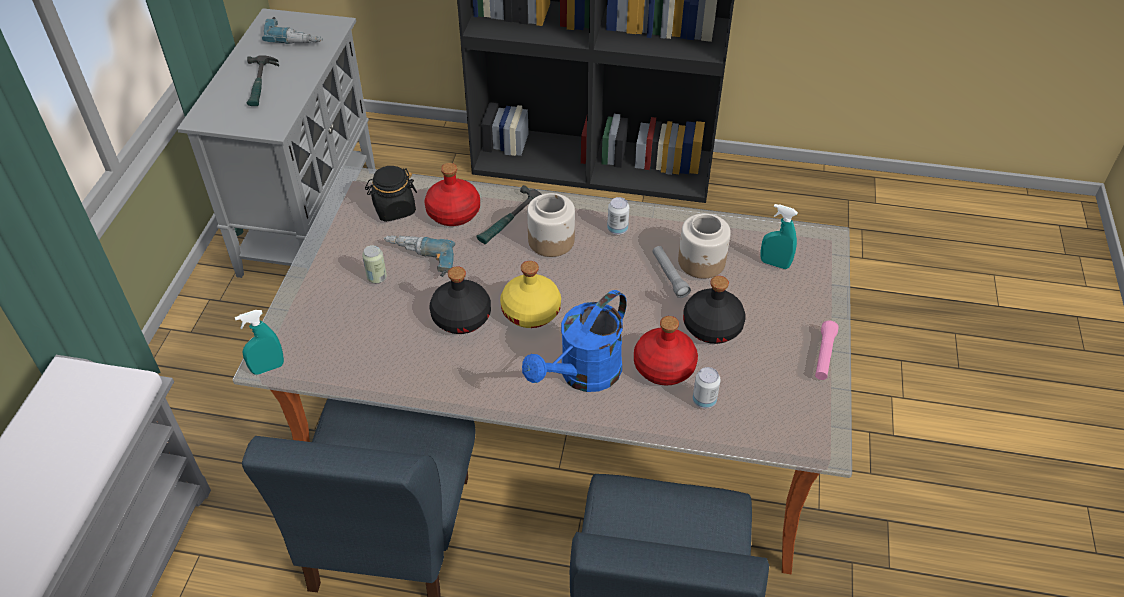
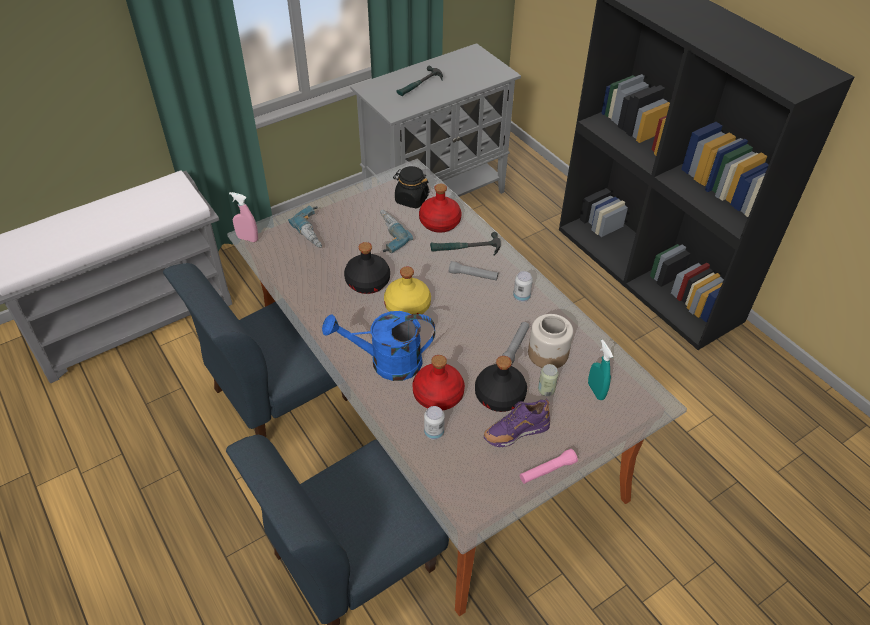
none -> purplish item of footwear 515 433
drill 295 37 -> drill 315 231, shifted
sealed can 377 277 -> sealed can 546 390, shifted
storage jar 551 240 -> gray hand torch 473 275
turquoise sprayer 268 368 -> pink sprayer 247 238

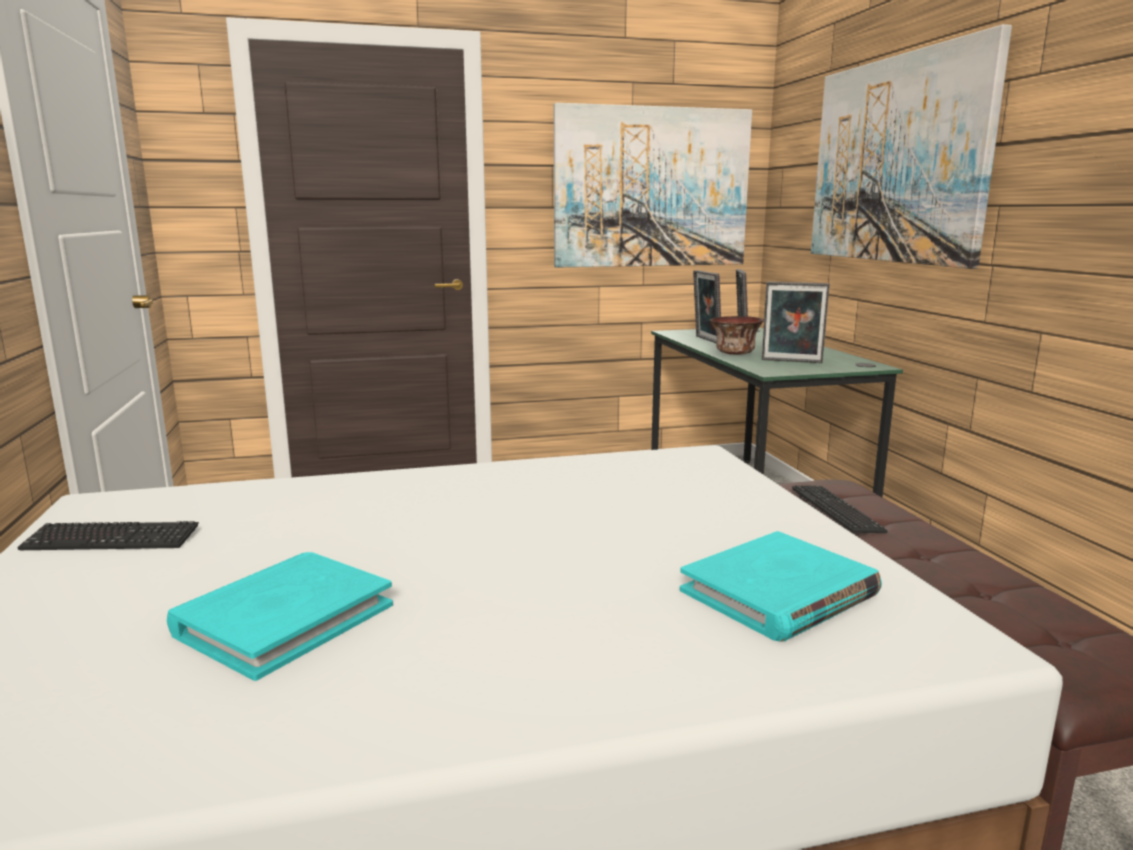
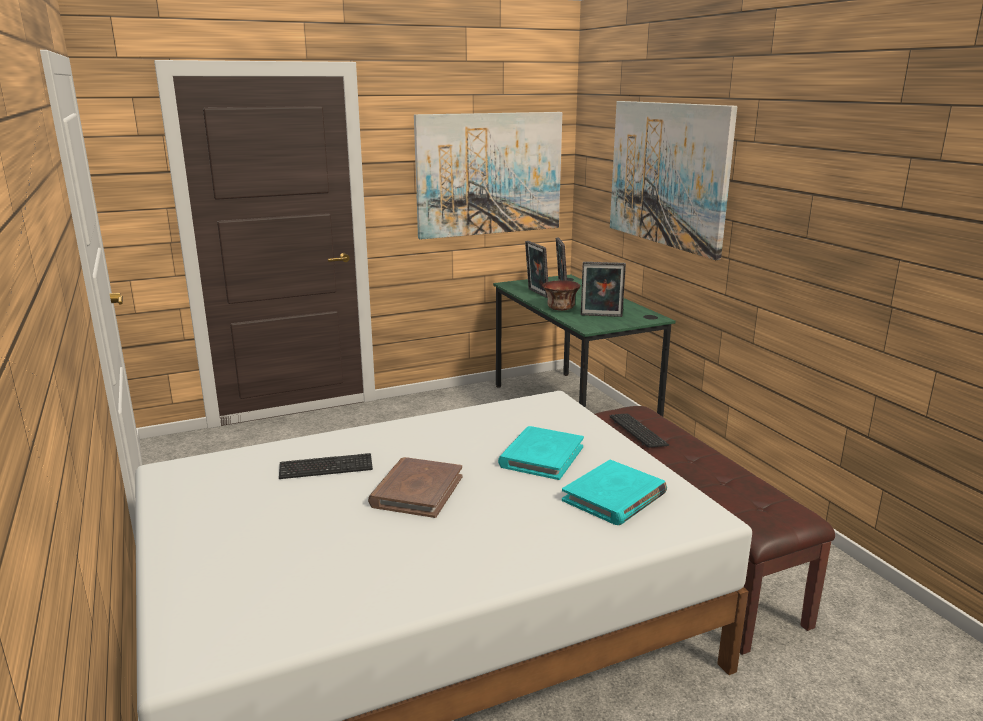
none -> brownish volume 417 491
computer keyboard 111 540 -> computer keyboard 326 468, shifted
turquoise volume 284 619 -> turquoise volume 541 456, shifted

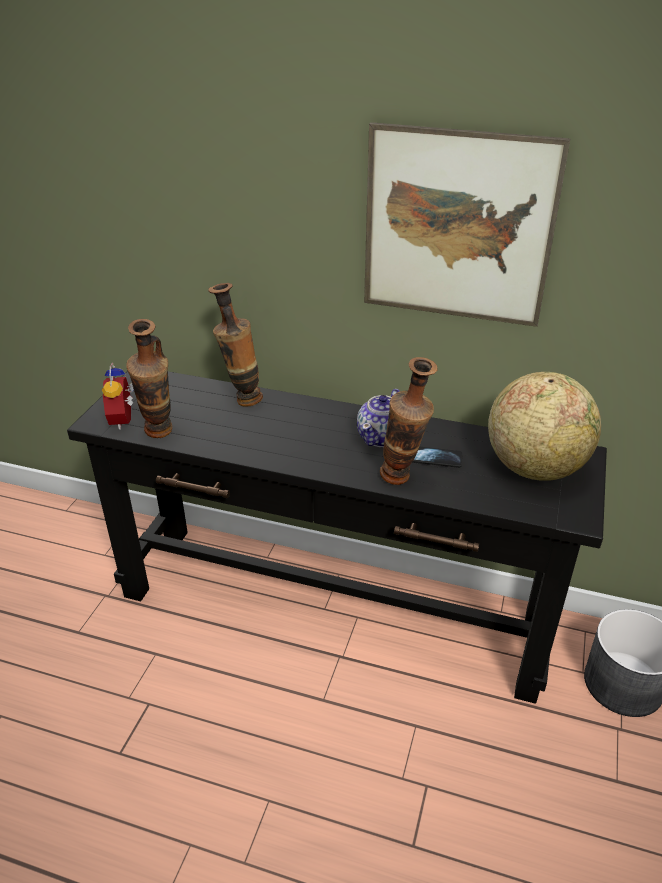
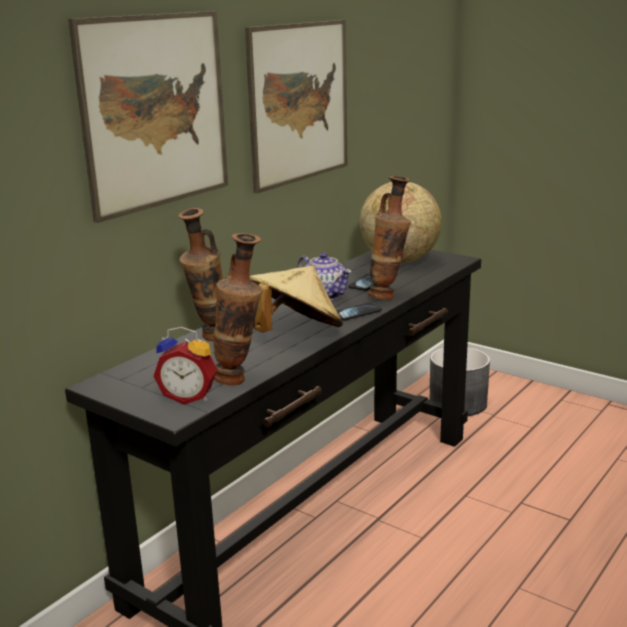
none -> wall picture 155 112
none -> beige-coloured clothing hat 295 333
none -> telephone 356 313

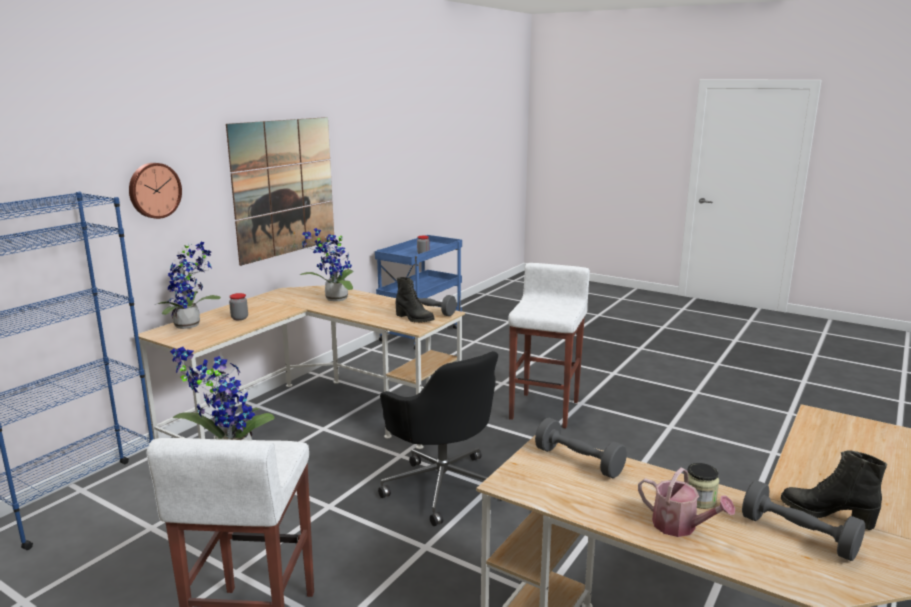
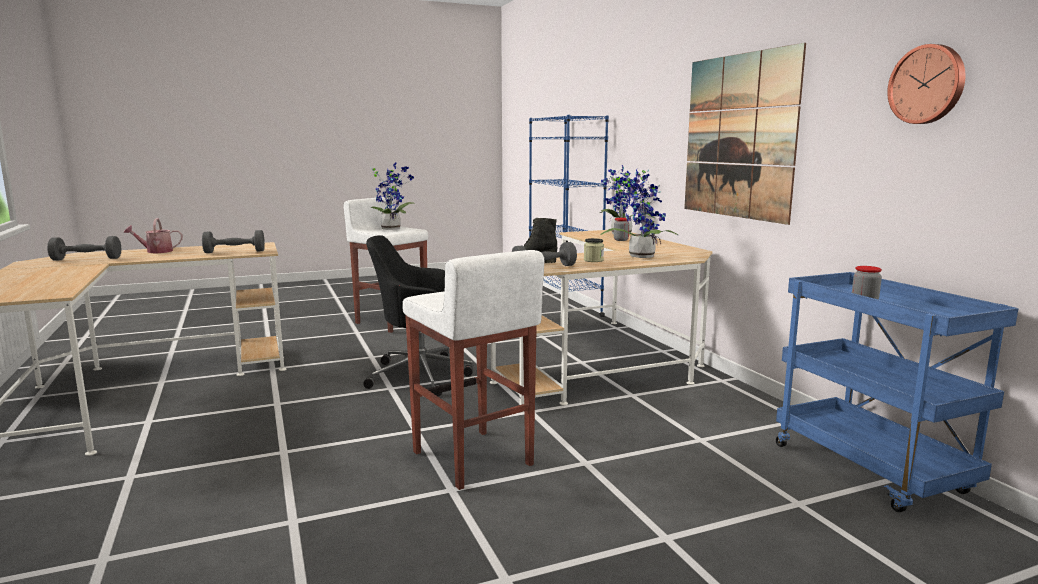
black-coloured tall boot 826 514 -> none
clock on the wall 154 190 -> clock on the wall 927 84, shifted
storage jar 699 500 -> storage jar 593 260, shifted

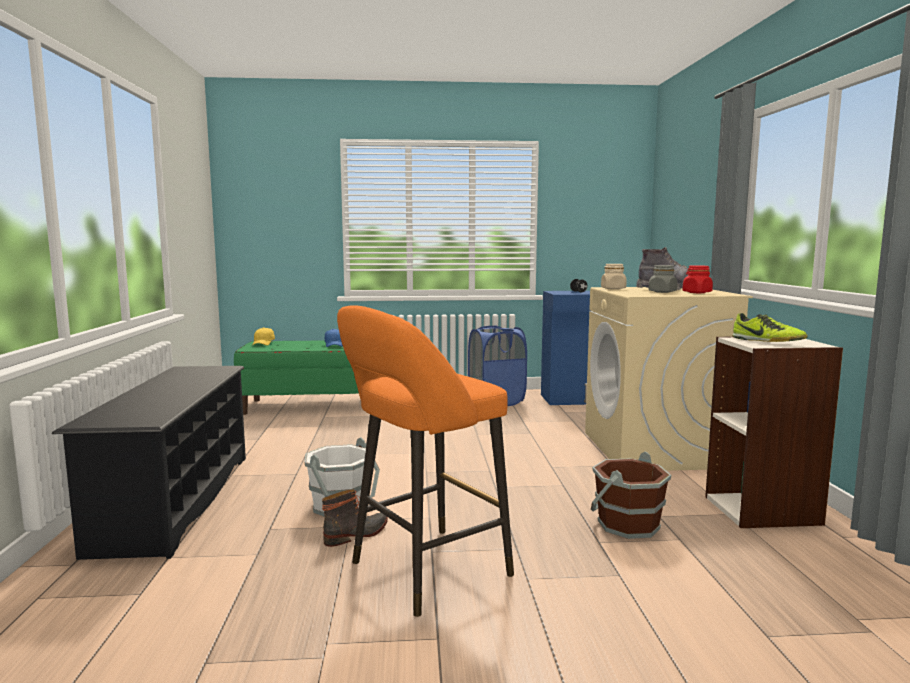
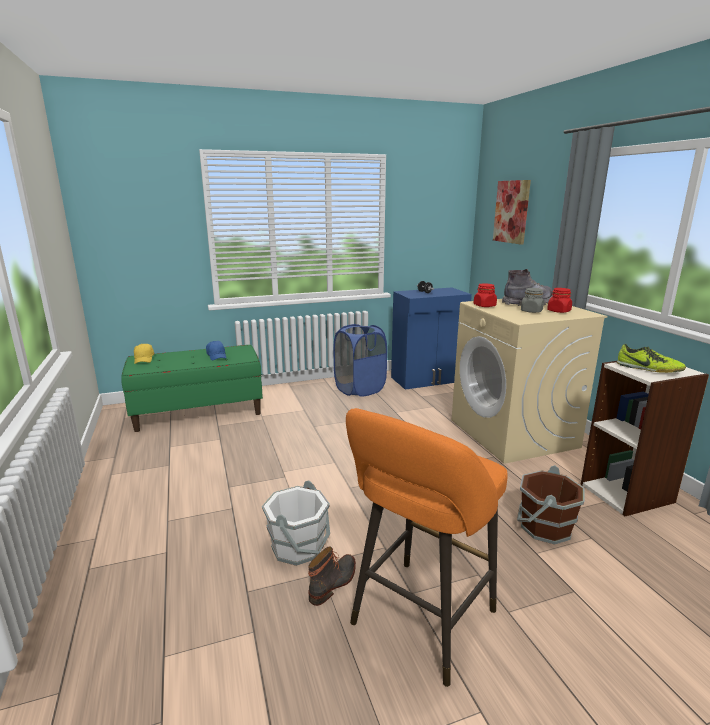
black-coloured shoe stand 176 500 -> none
none -> wall picture 511 212
beige-coloured storage jar 613 289 -> red storage jar 484 306

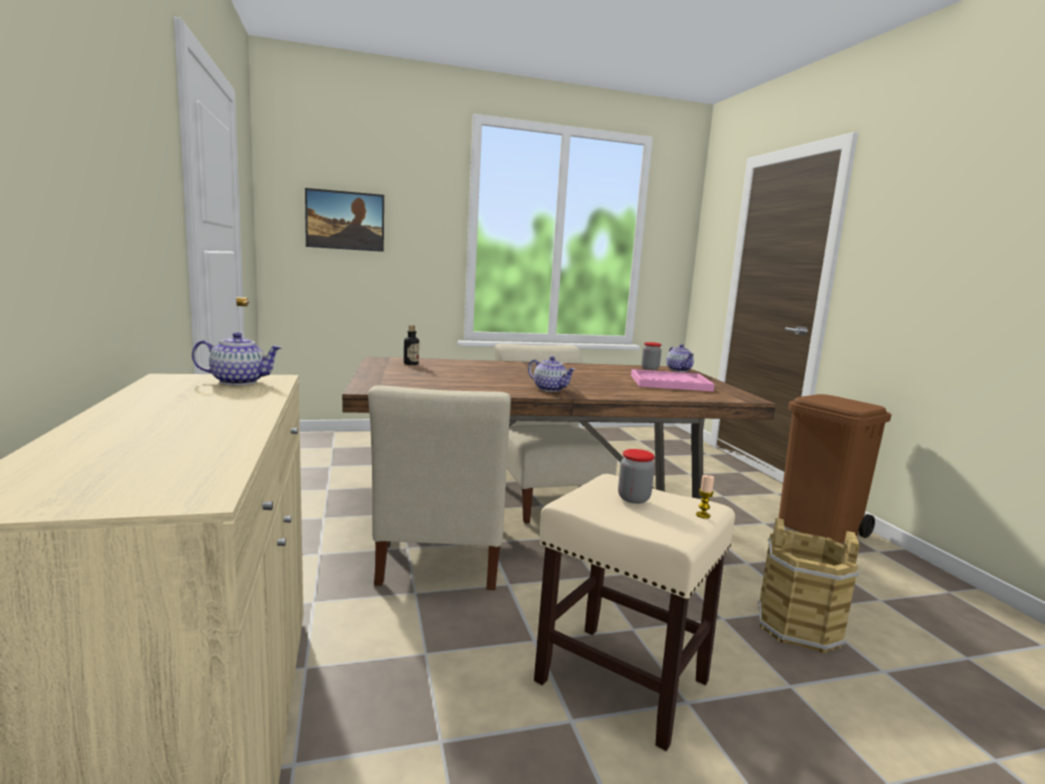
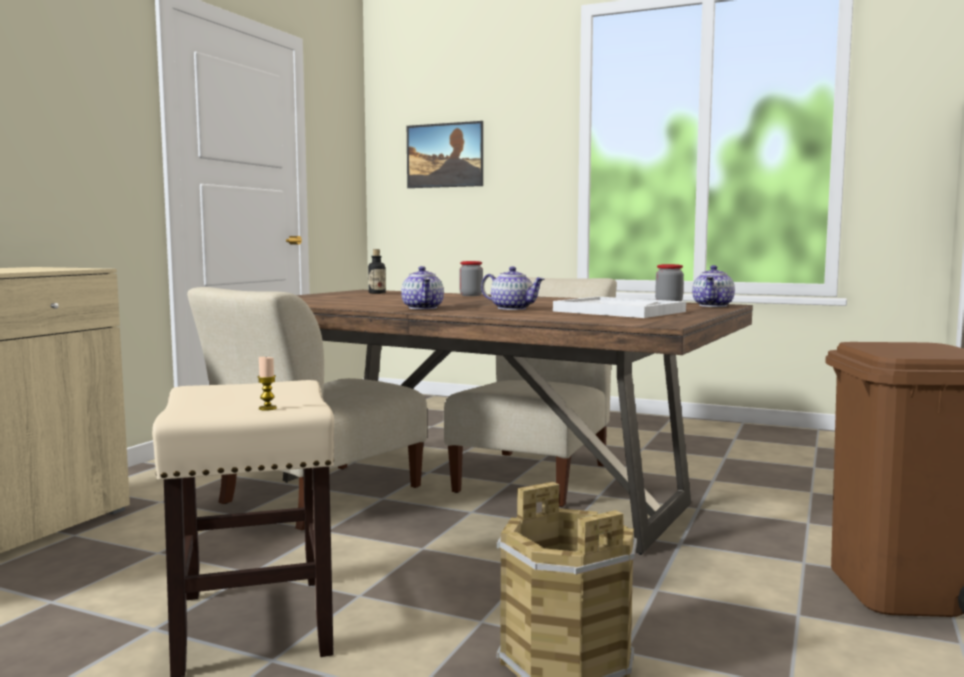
teapot 239 381 -> teapot 512 308, shifted
storage jar 633 498 -> storage jar 471 295, shifted
pink tray 670 383 -> white tray 618 311

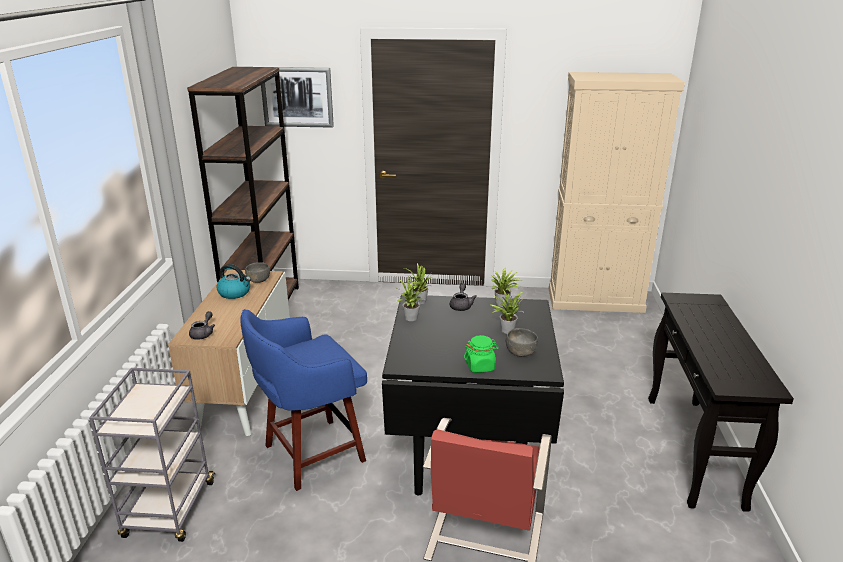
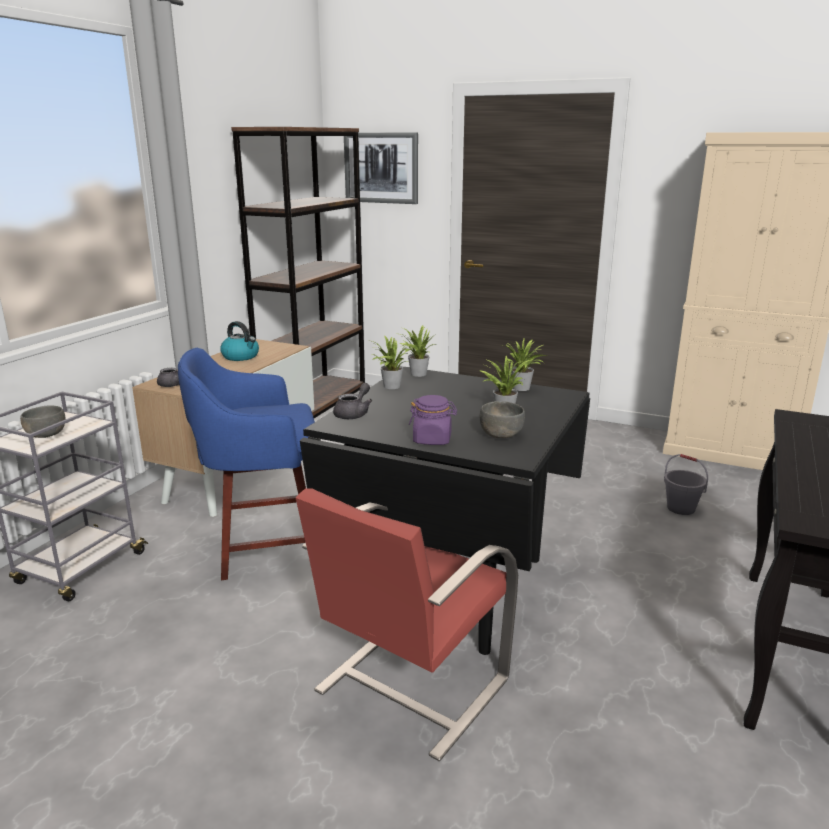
none -> gray water bucket 681 508
gray deep dish 258 280 -> gray deep dish 45 434, shifted
gray teapot 461 305 -> gray teapot 354 414, shifted
green storage jar 480 366 -> purplish storage jar 432 439

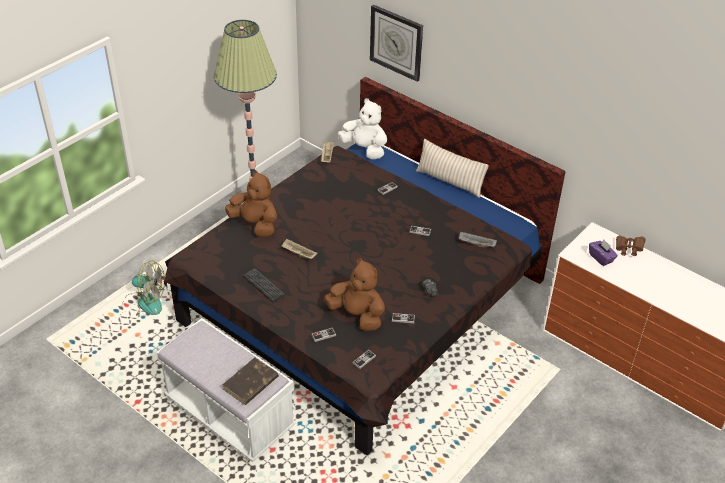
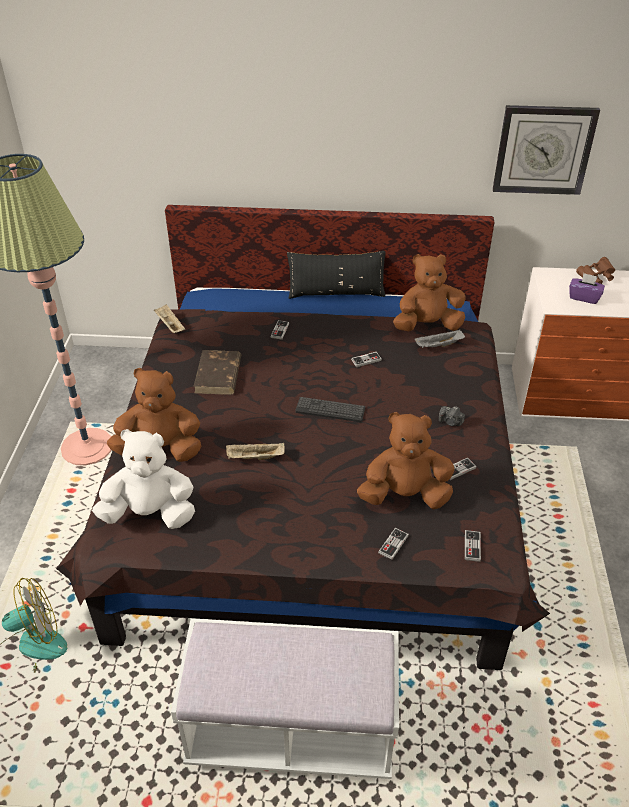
none -> brownish plush toy 427 325
brownish volume 250 383 -> brownish volume 218 375, shifted
computer keyboard 263 285 -> computer keyboard 330 410, shifted
white plush toy 364 149 -> white plush toy 150 513, shifted
clock on the wall 396 42 -> clock on the wall 543 150, shifted
beige-coloured pillow 450 181 -> black-coloured pillow 336 293

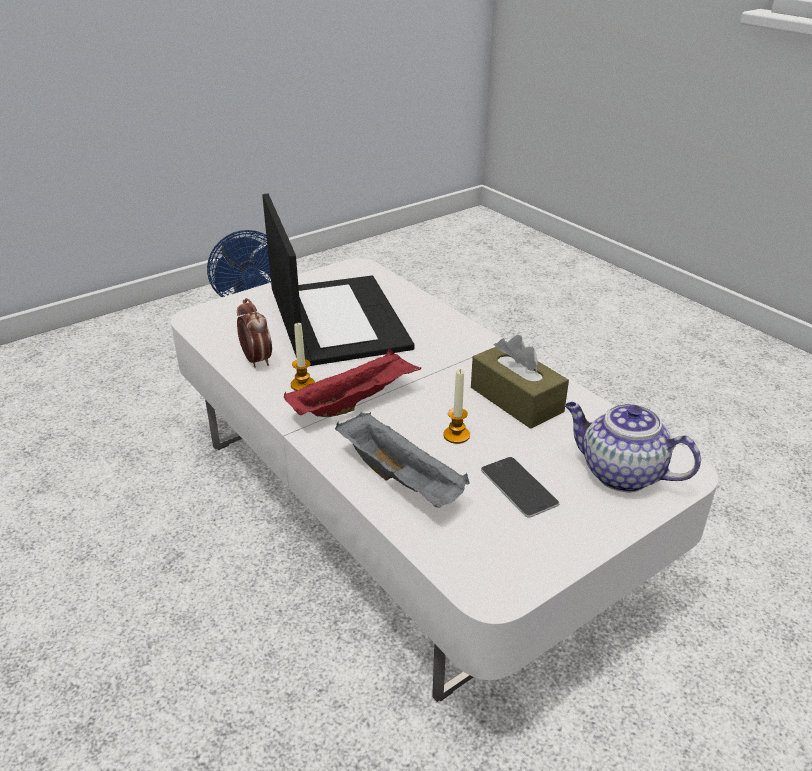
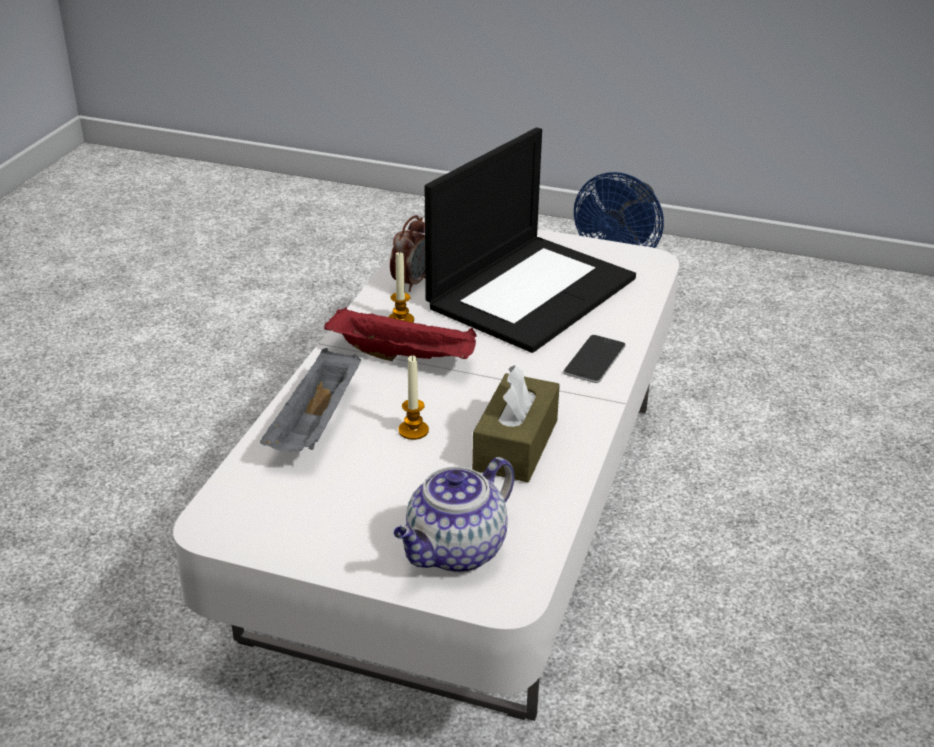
telephone 518 486 -> telephone 594 359, shifted
teapot 620 473 -> teapot 455 552, 135 degrees counterclockwise

